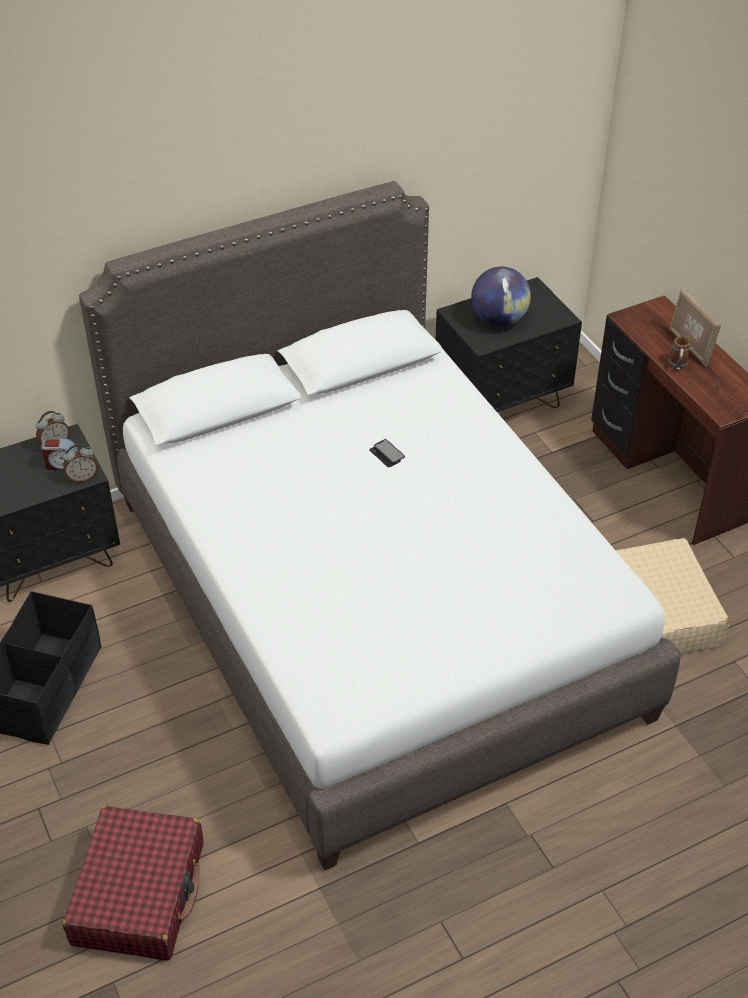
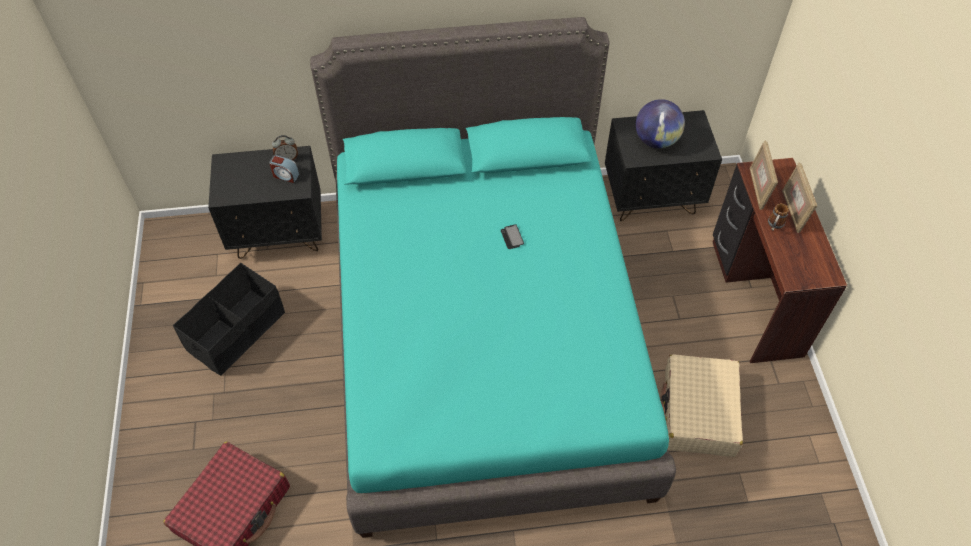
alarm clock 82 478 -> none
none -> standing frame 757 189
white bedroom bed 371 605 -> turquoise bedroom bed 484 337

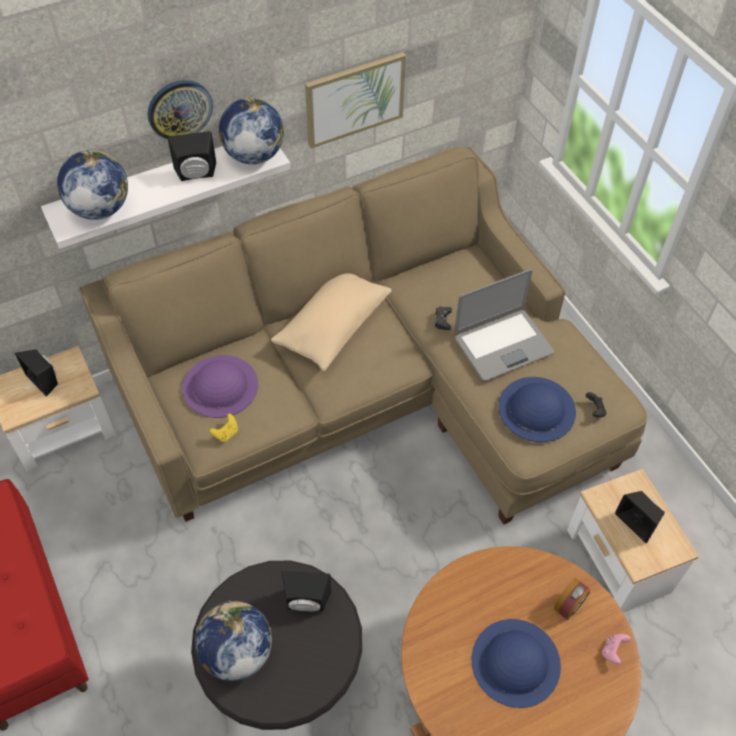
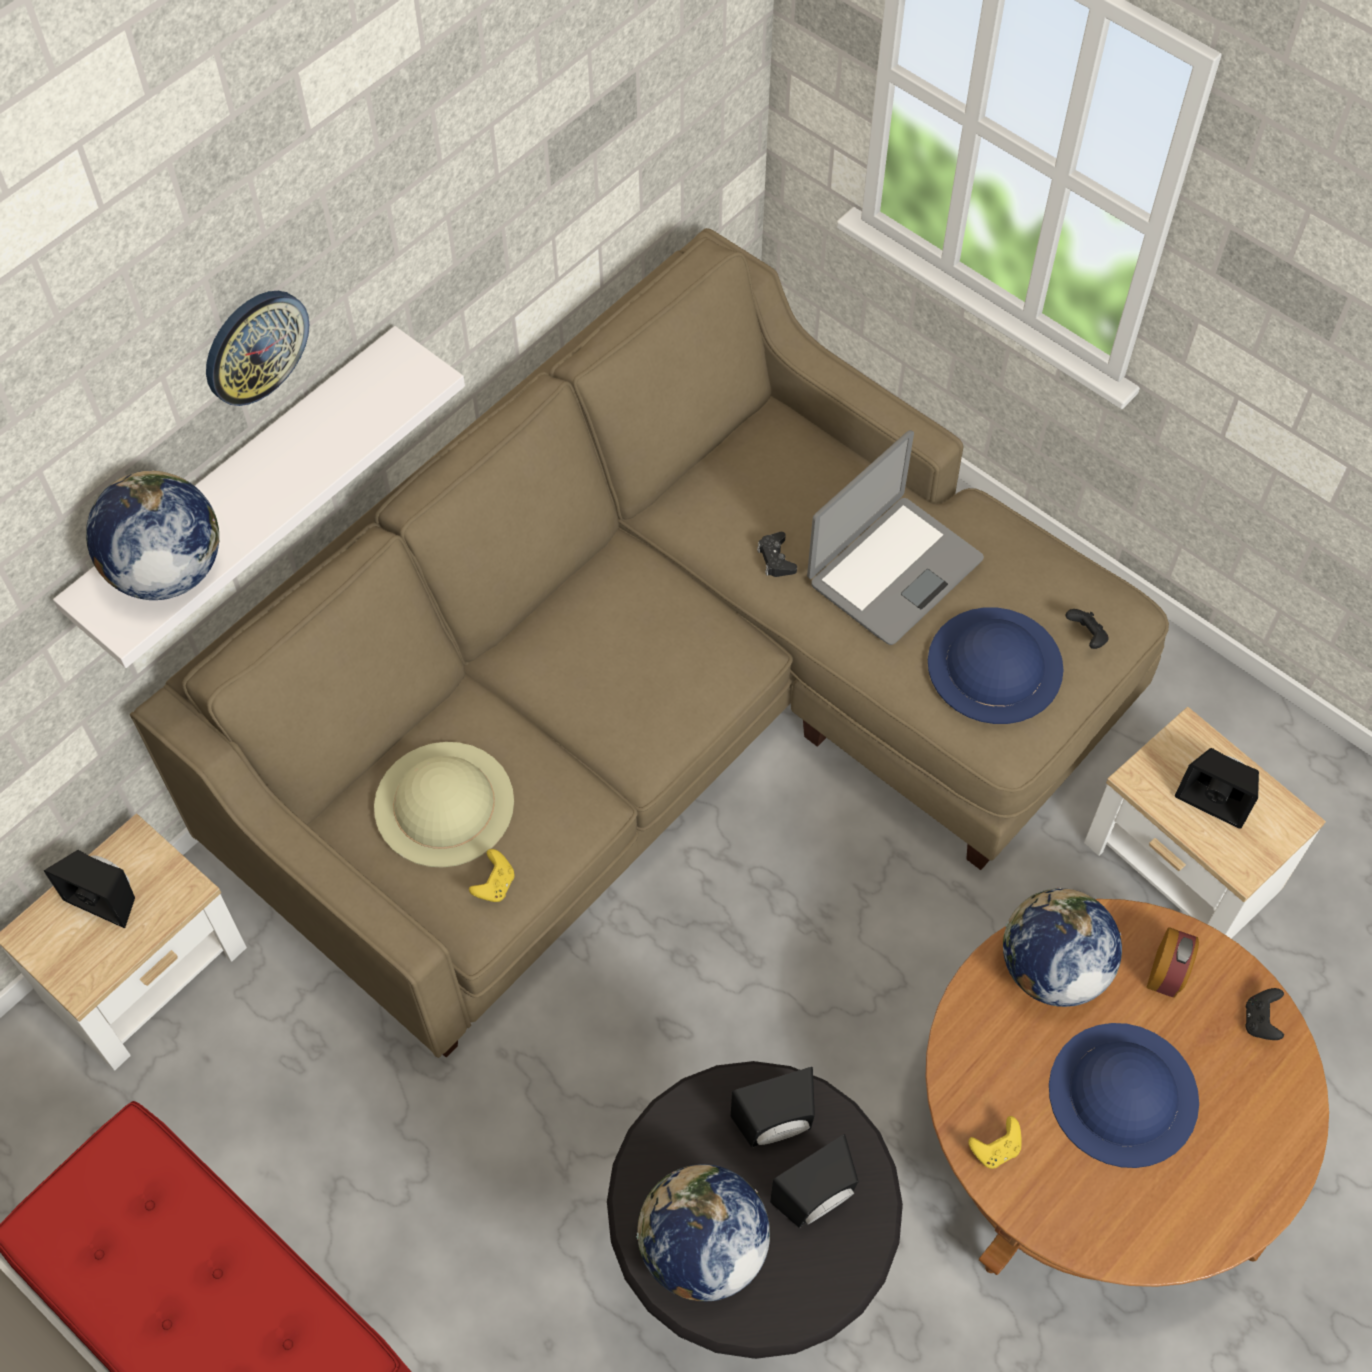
beige-coloured pillow 332 326 -> none
wall picture 354 99 -> none
none -> yellow-coloured game controller 995 1149
black-coloured speaker 196 175 -> black-coloured speaker 818 1200, shifted
desk globe 253 155 -> desk globe 1051 969, shifted
purplish clothing hat 220 386 -> beige-coloured clothing hat 444 803
pink game controller 613 651 -> black-coloured game controller 1260 1021

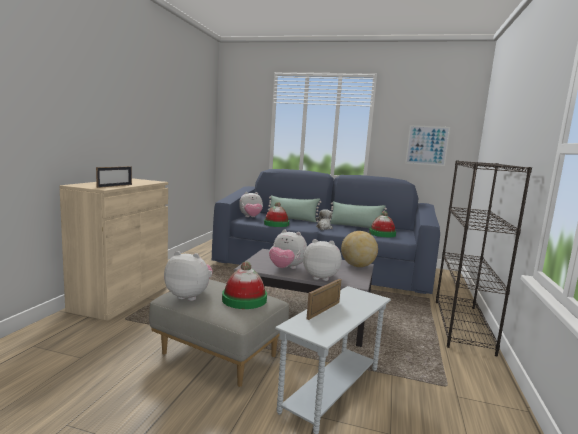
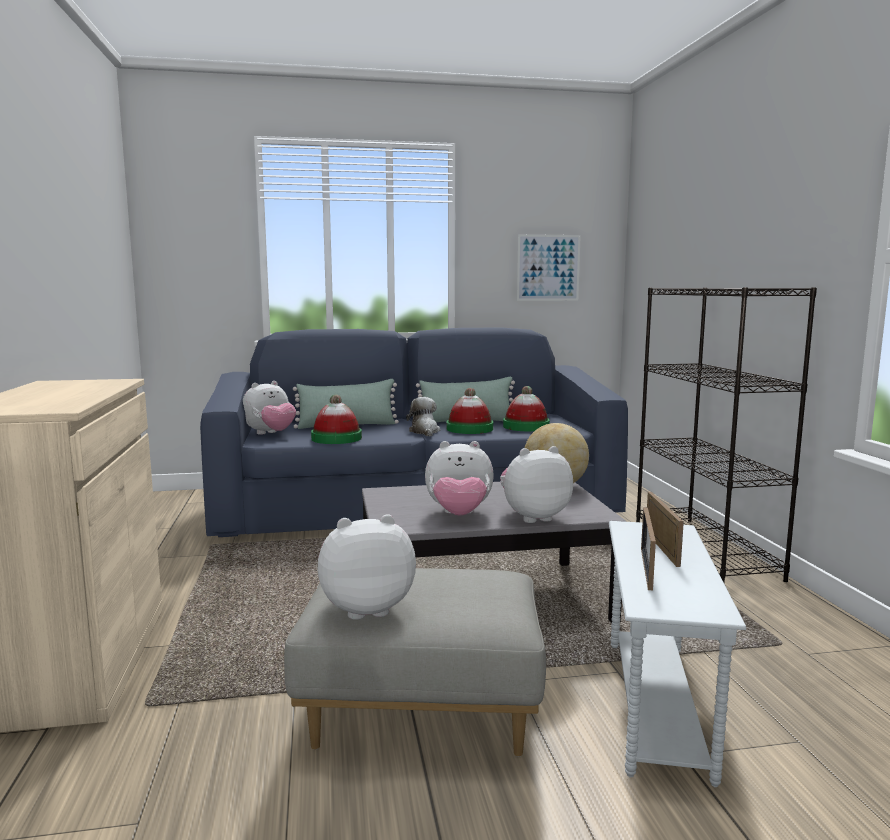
standing frame 115 186 -> standing frame 661 548, shifted
clothing hat 244 299 -> clothing hat 469 429, shifted

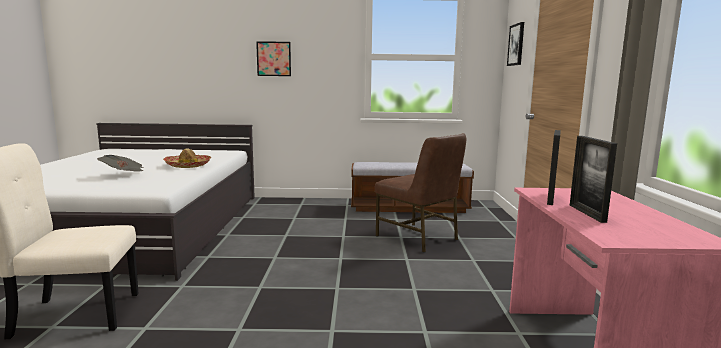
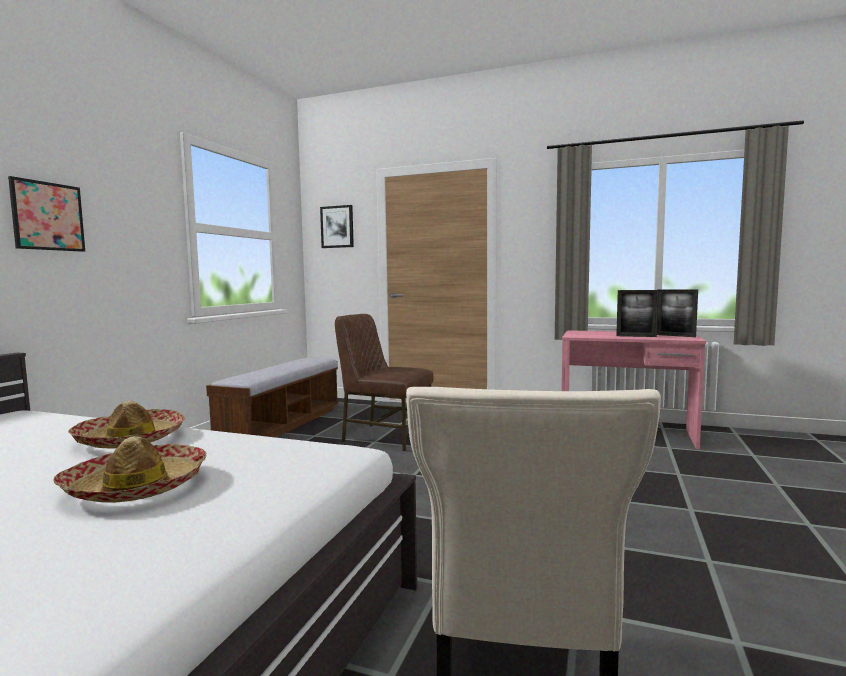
standing frame 550 198 -> standing frame 675 335, shifted
printed paper 124 175 -> clothing hat 137 487
brownish chair 418 238 -> brownish chair 385 436, 135 degrees counterclockwise

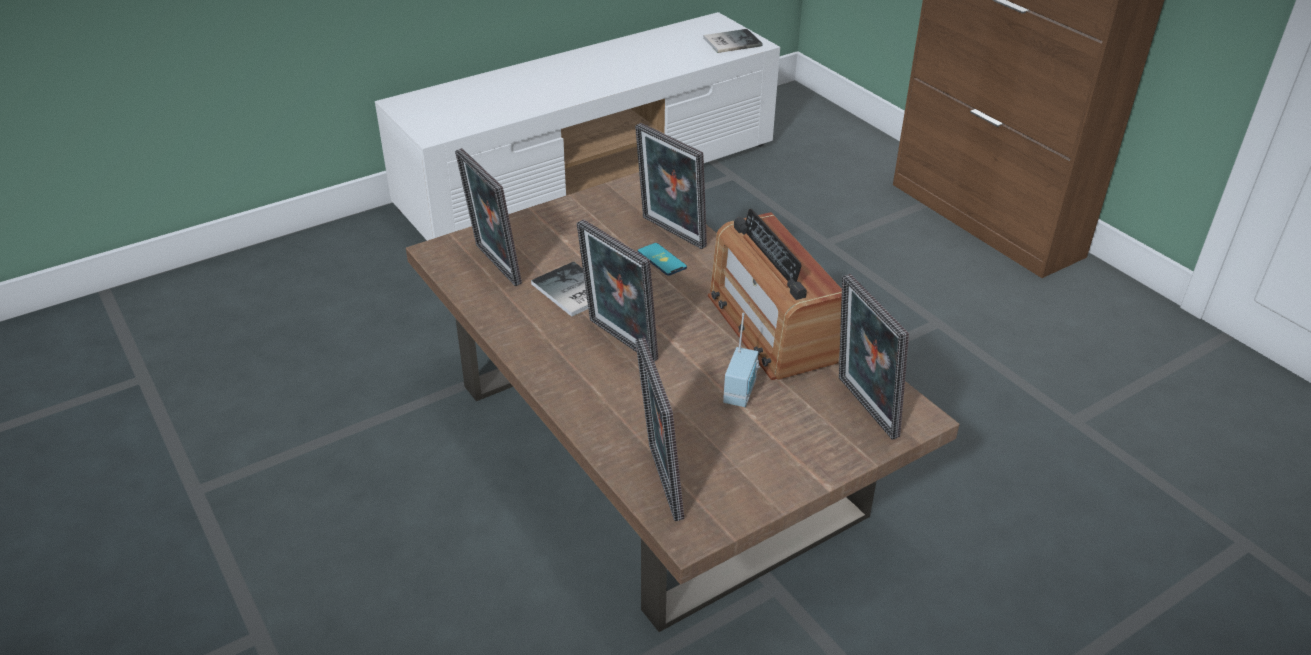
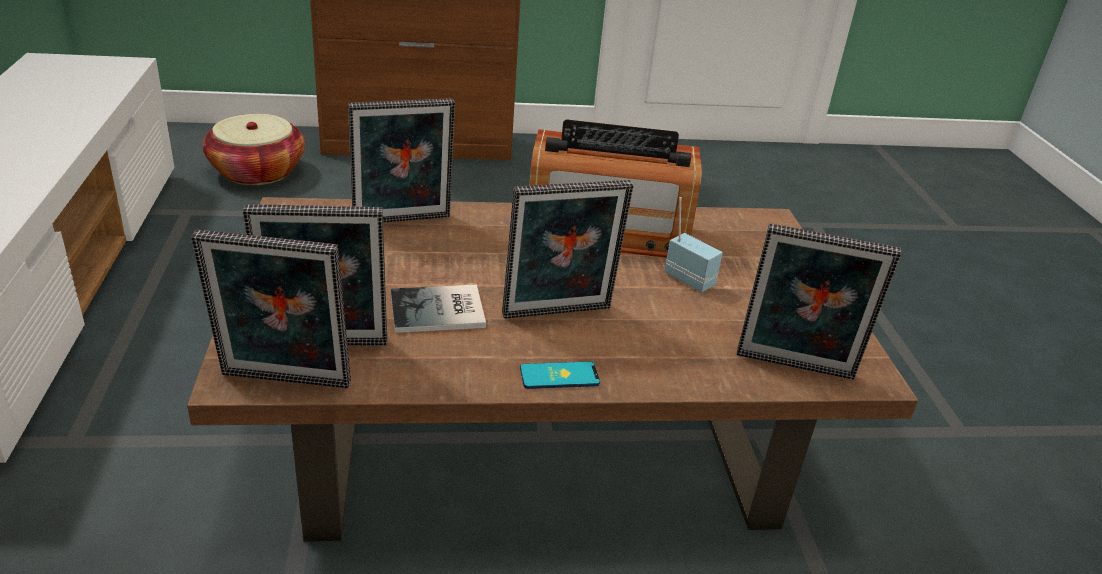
volume 730 42 -> none
none -> basket 257 171
telephone 661 260 -> telephone 559 376, shifted
standing frame 862 408 -> standing frame 283 383, shifted

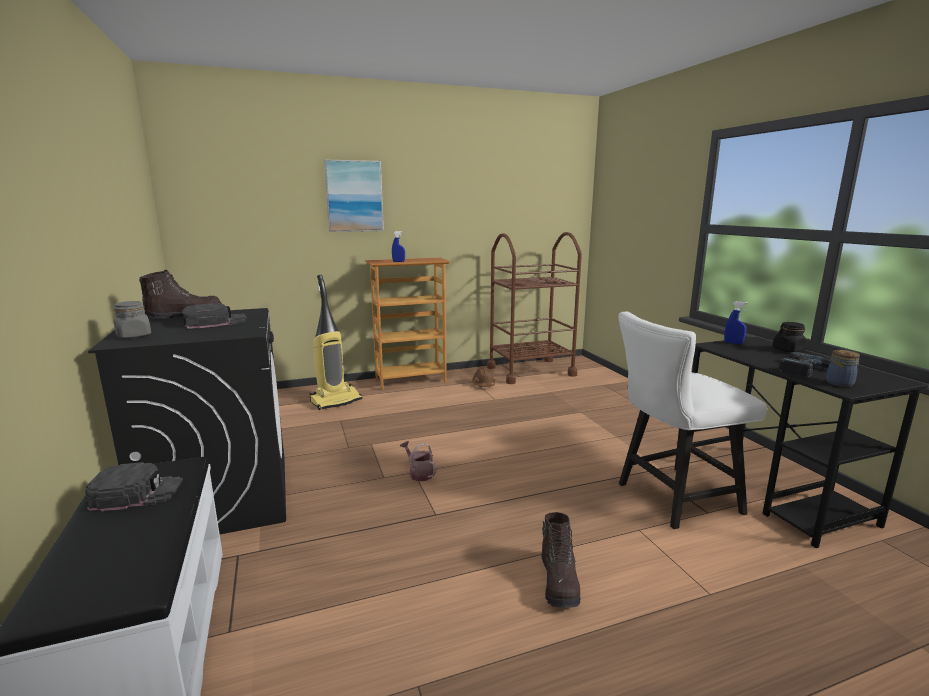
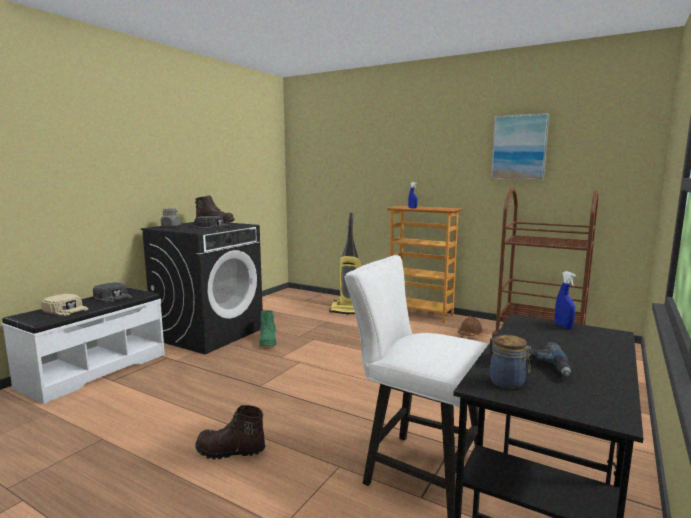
watering can 419 473 -> none
black-coloured storage jar 788 350 -> none
none -> beige-coloured cap 66 309
none -> green tall boot 268 341
wall picture 354 196 -> wall picture 519 147, shifted
brownish tall boot 559 582 -> brownish tall boot 230 451, 45 degrees clockwise

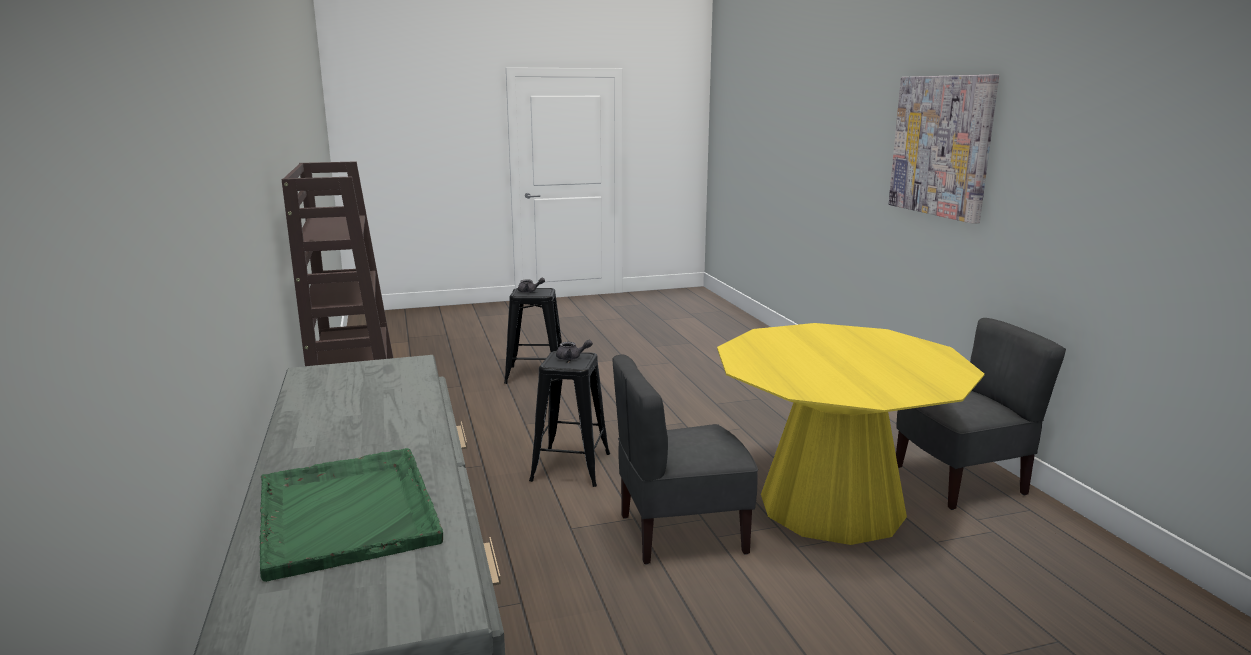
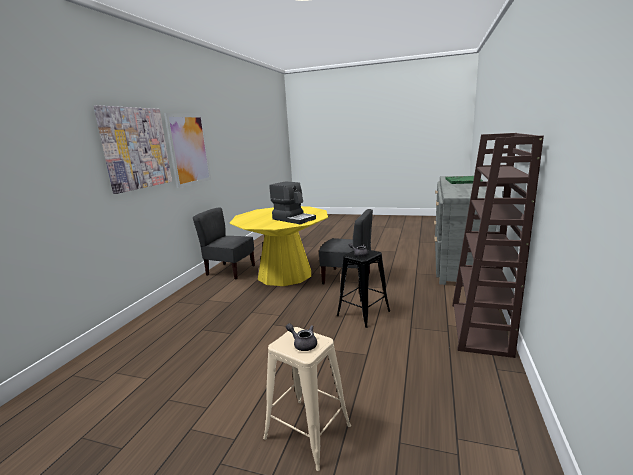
none -> wall picture 189 149
none -> coffee machine 294 219
black-coloured stool 535 375 -> beige-coloured stool 307 432

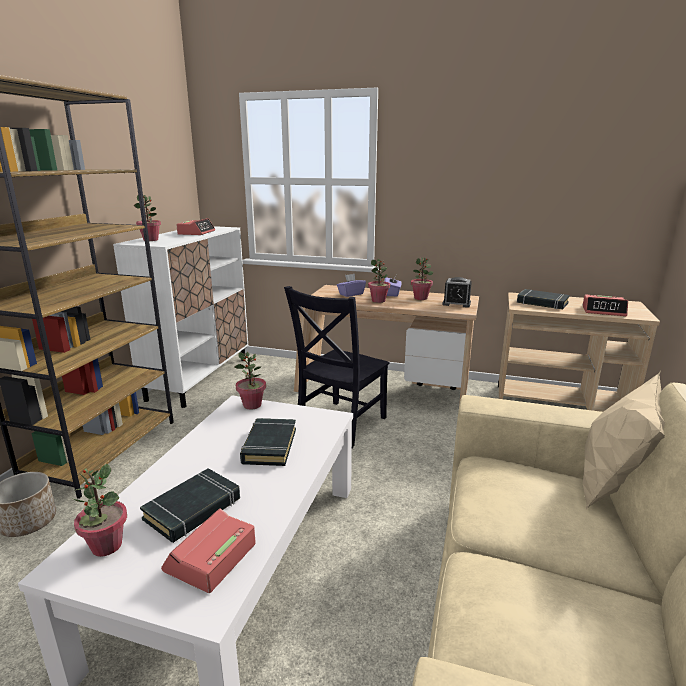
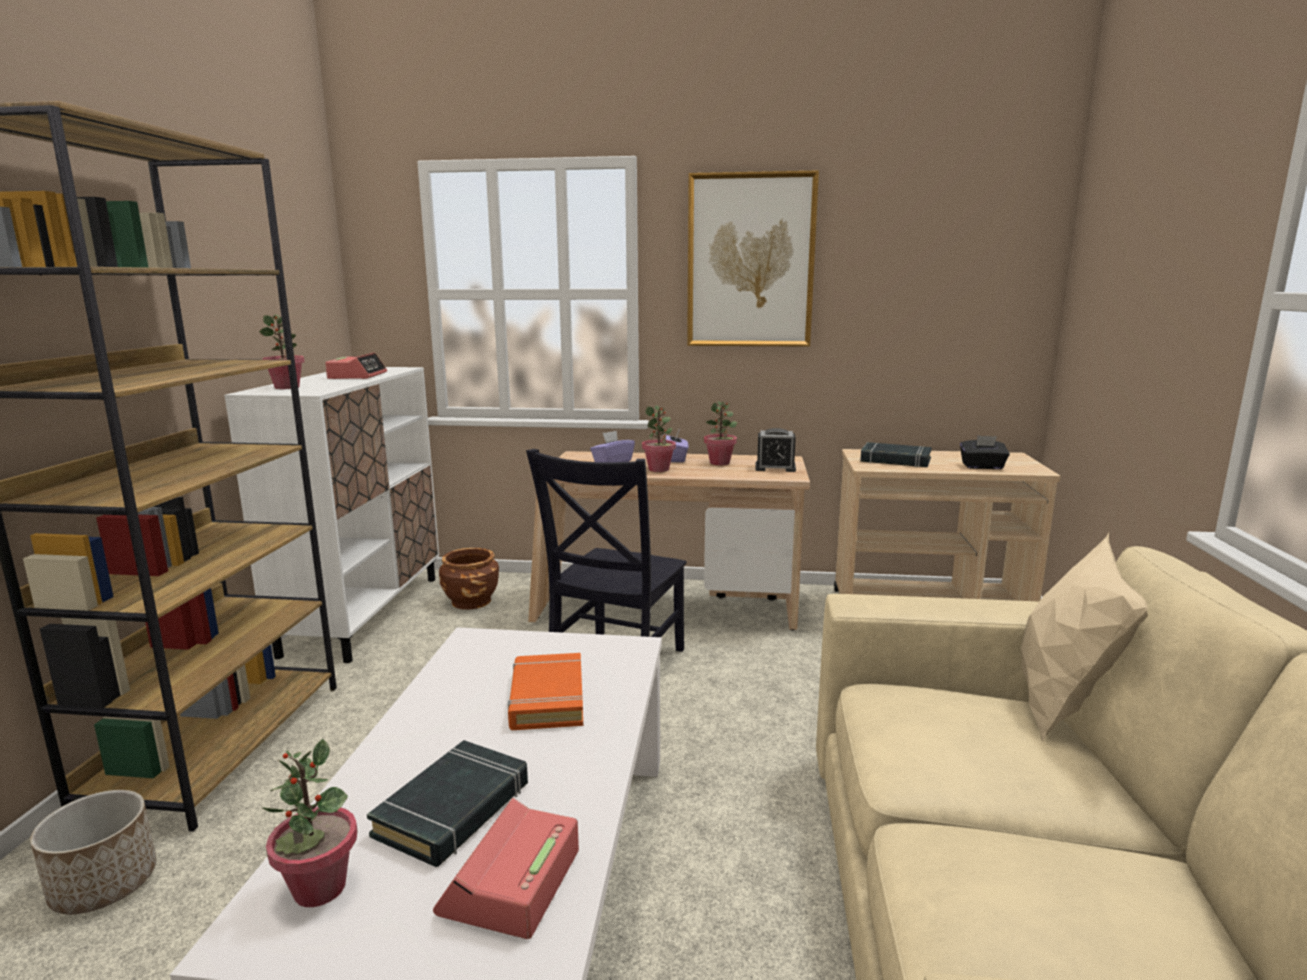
plant in a pot 252 405 -> none
none -> brownish planter 471 601
none -> wall picture 750 261
alarm clock 604 311 -> black-coloured tissue holder 982 467
black-coloured volume 269 446 -> orangey volume 547 698

